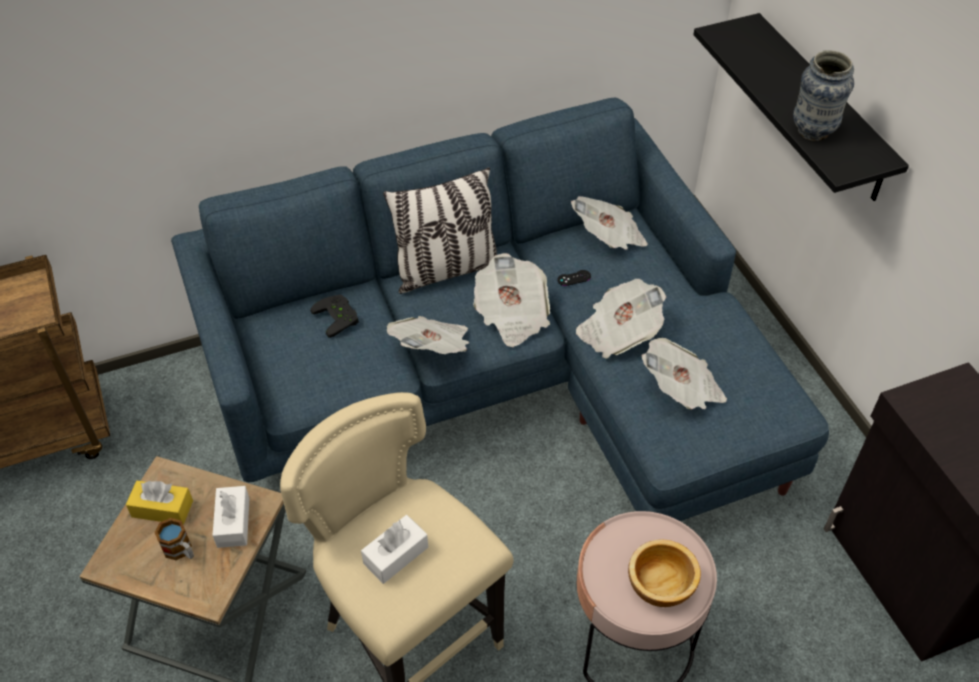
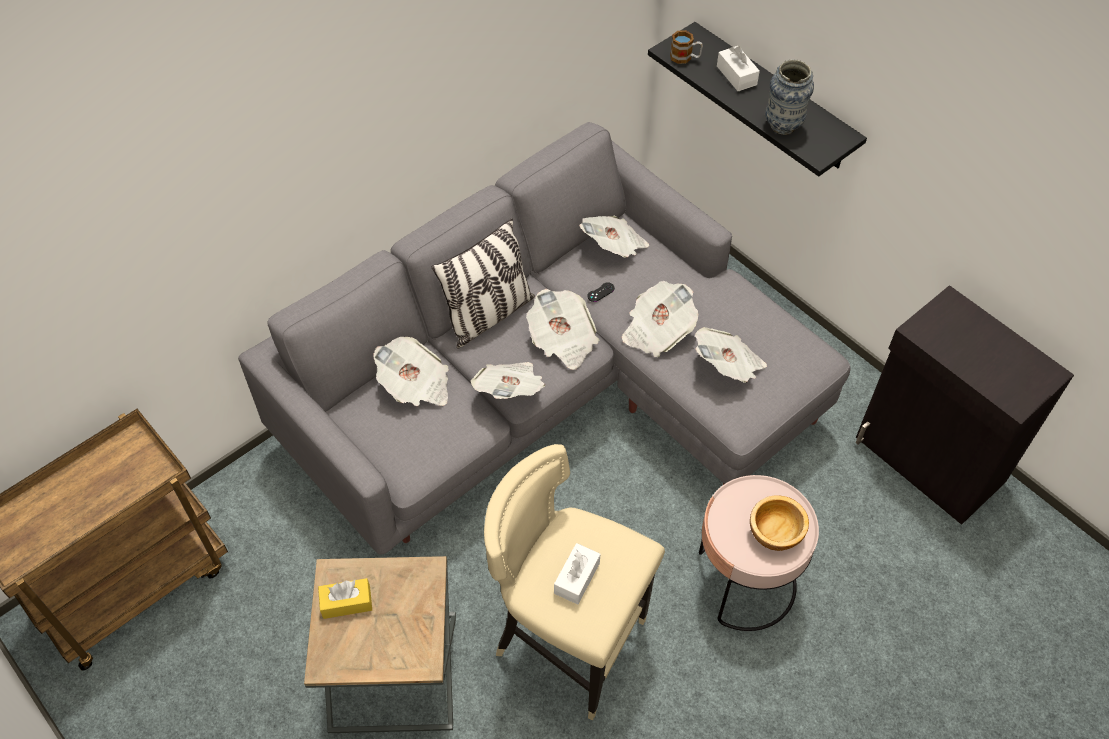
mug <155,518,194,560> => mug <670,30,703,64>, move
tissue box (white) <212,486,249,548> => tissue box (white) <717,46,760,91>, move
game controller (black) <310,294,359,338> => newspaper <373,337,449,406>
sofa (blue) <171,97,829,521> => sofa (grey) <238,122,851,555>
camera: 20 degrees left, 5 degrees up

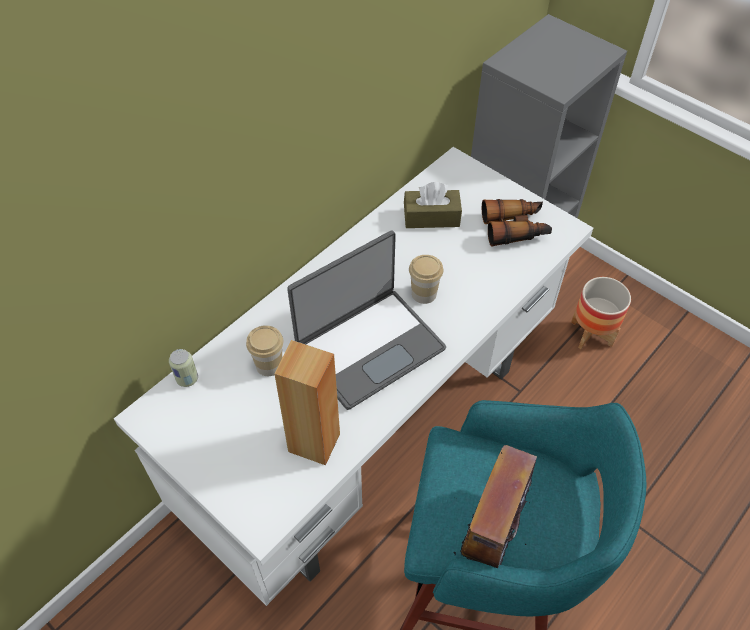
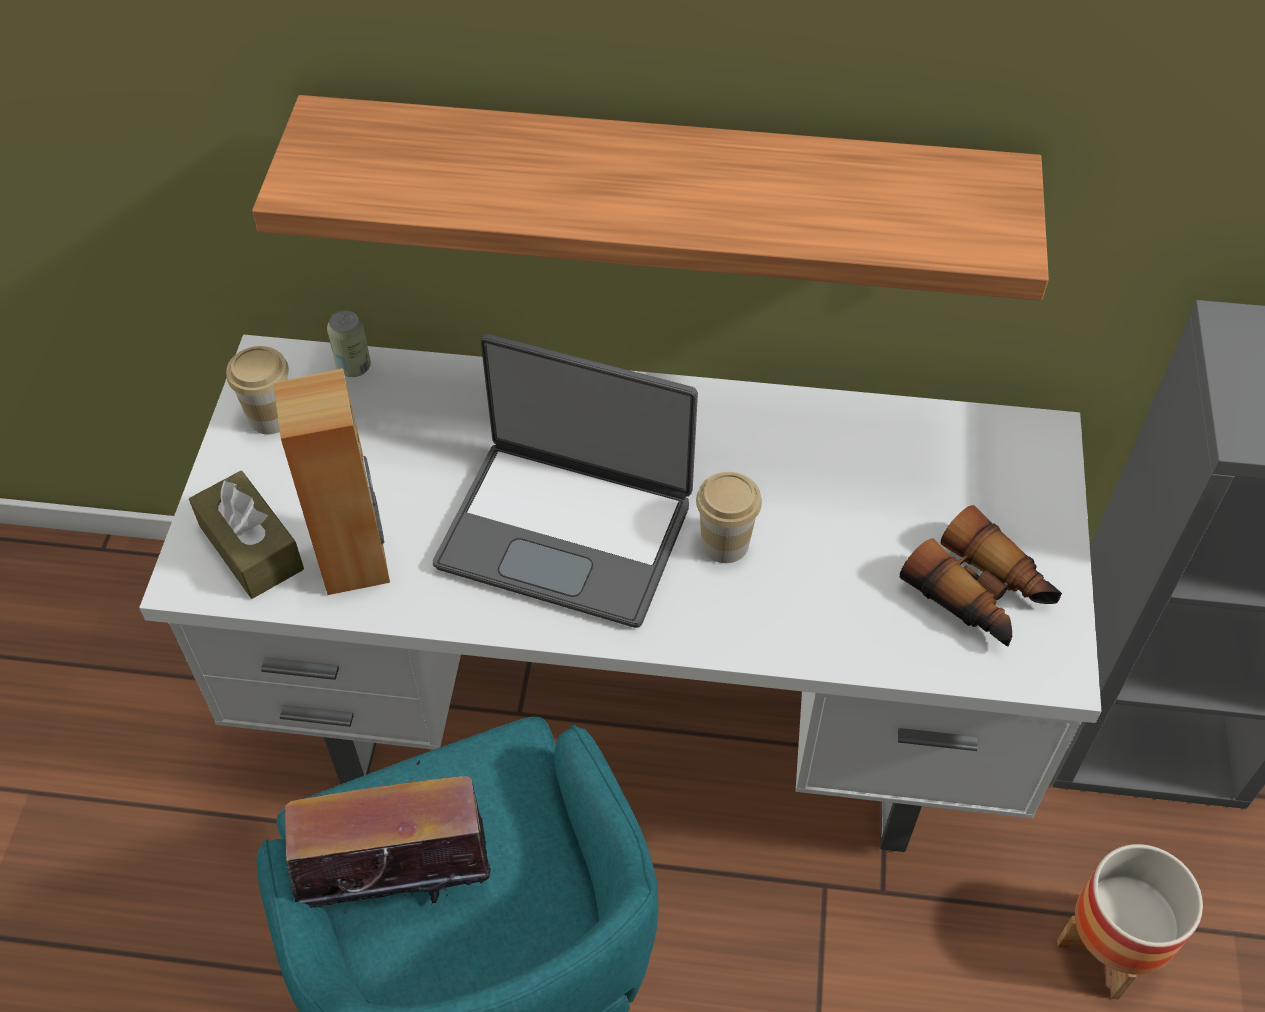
nothing => shelf <252,95,1049,301>
cup <246,325,283,376> => cup <226,346,289,434>, move
tissue box (brown) <404,182,462,228> => tissue box (brown) <189,471,304,599>, move
camera: 55 degrees right, 0 degrees up

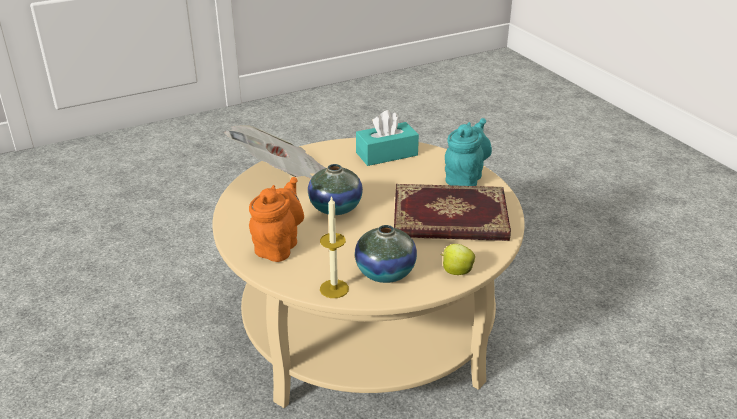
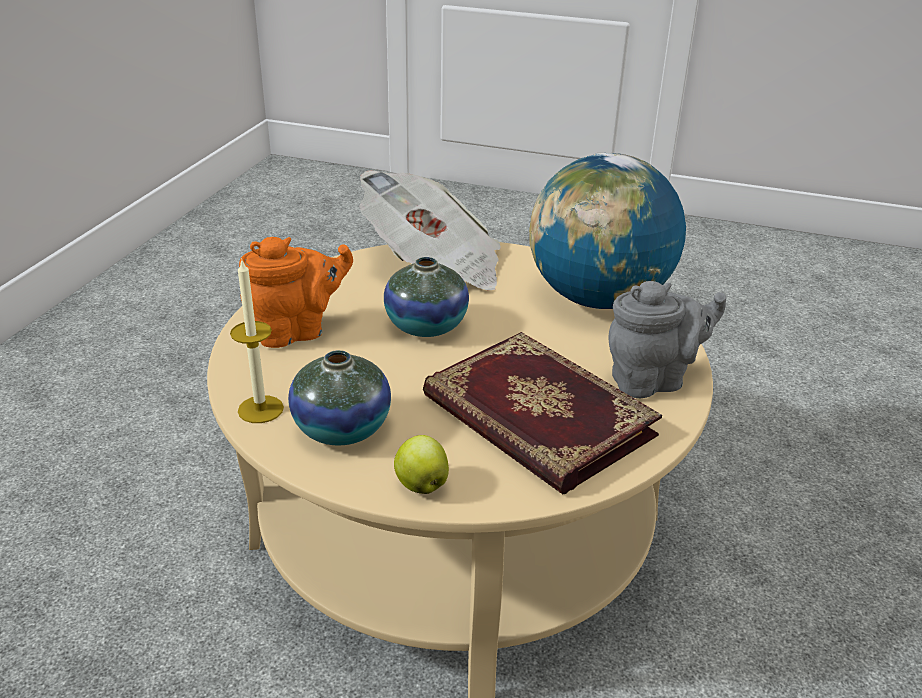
tissue box (turquoise) <356,110,419,166> => globe <529,153,686,309>
teapot (turquoise) <445,118,492,186> => teapot (grey) <608,281,726,398>
camera: 45 degrees right, 0 degrees up

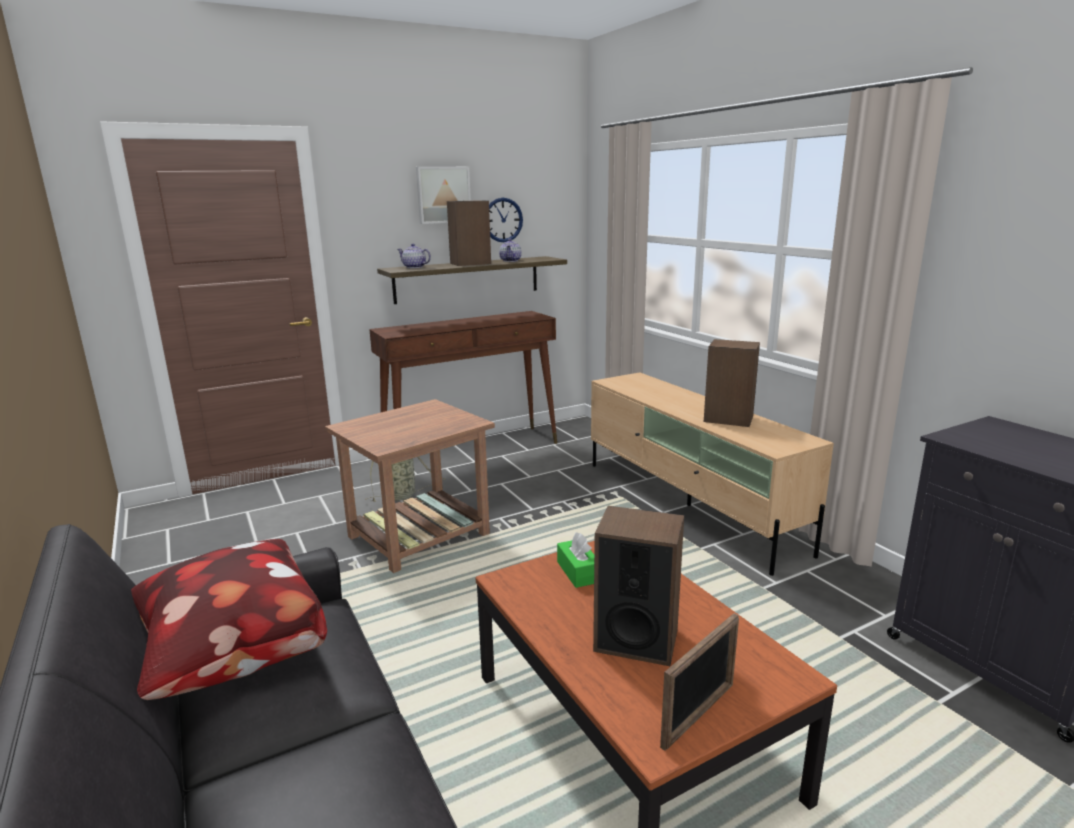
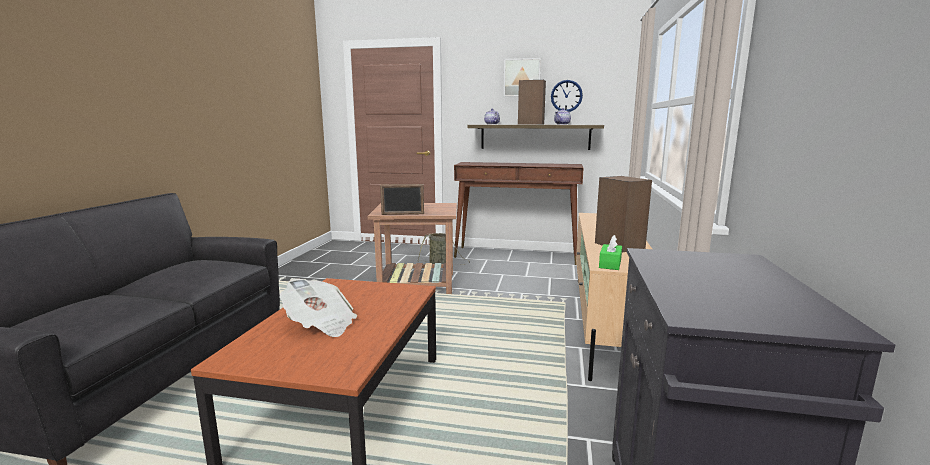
pillow <131,539,327,700> => nothing
tissue box (green) <557,532,594,588> => tissue box (green) <599,235,622,270>, move
picture frame <660,613,739,751> => picture frame <380,184,424,215>, move
speaker <593,506,684,666> => newspaper <279,279,357,337>
camera: 40 degrees right, 5 degrees down

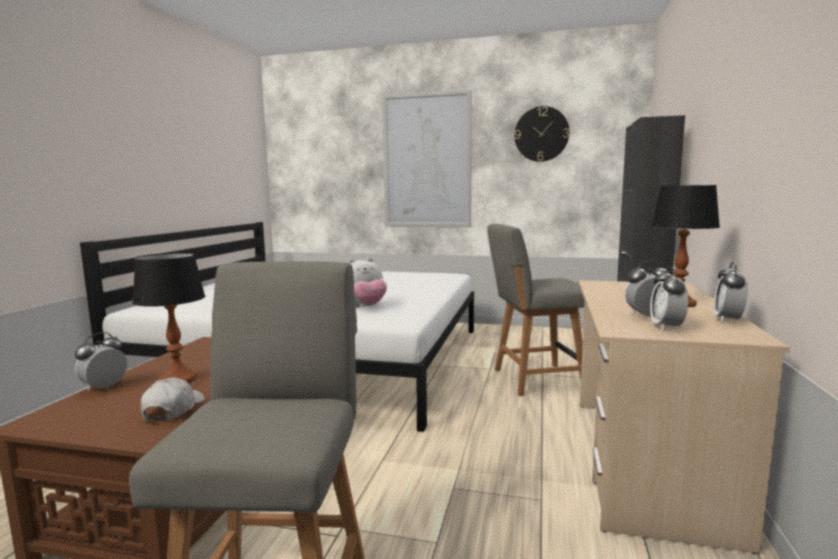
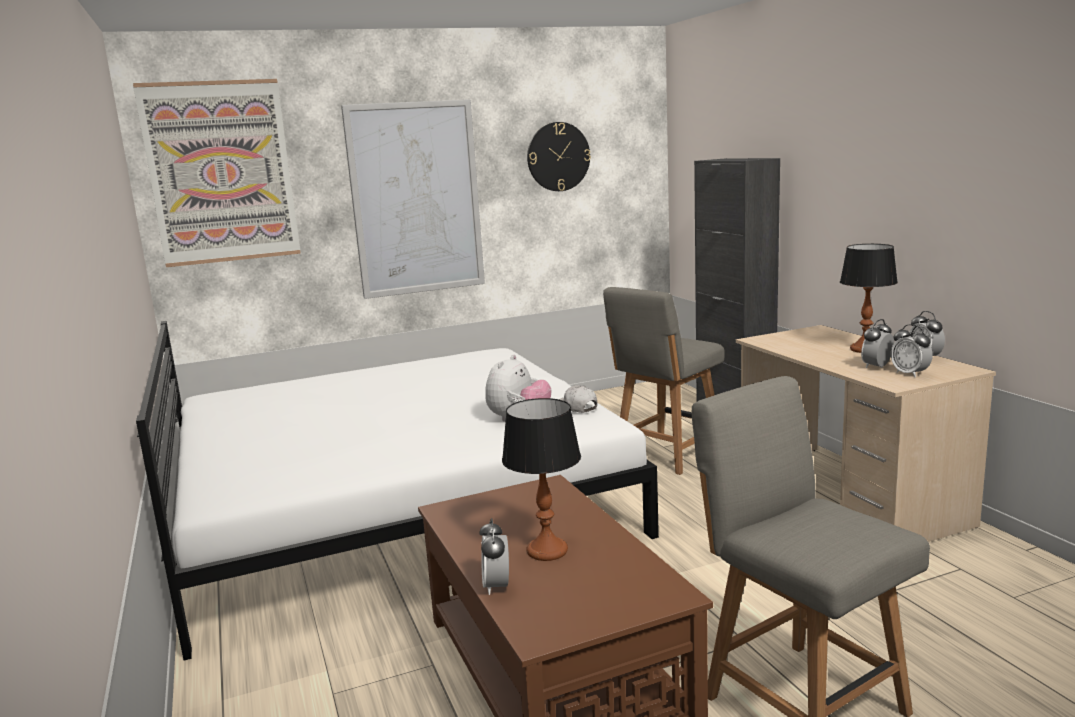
nothing => picture <133,79,301,267>
cap (white) <141,378,205,421> => cap (white) <559,385,597,413>, move
camera: 35 degrees left, 5 degrees up

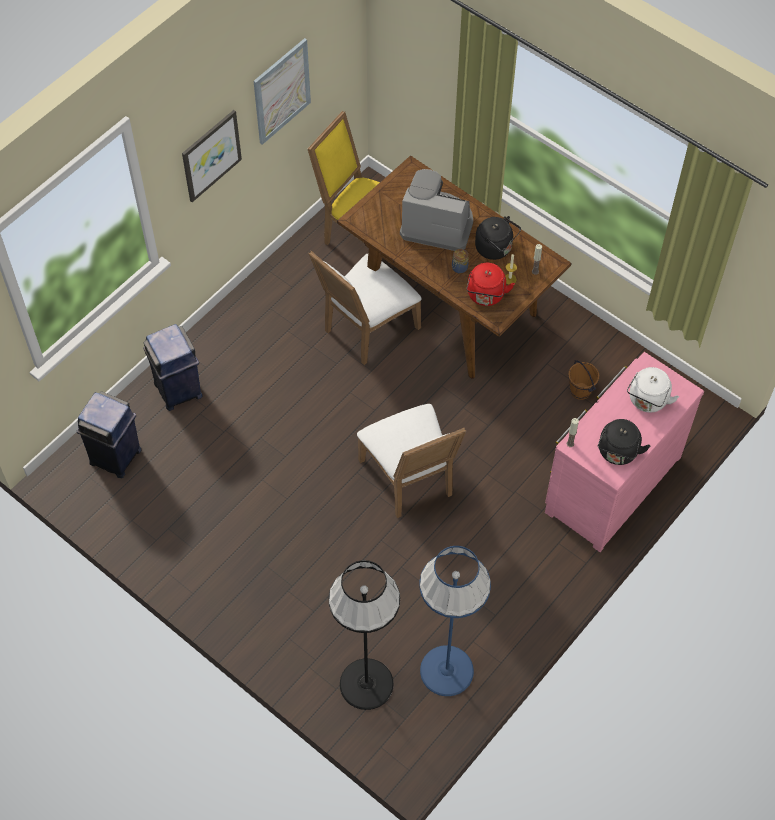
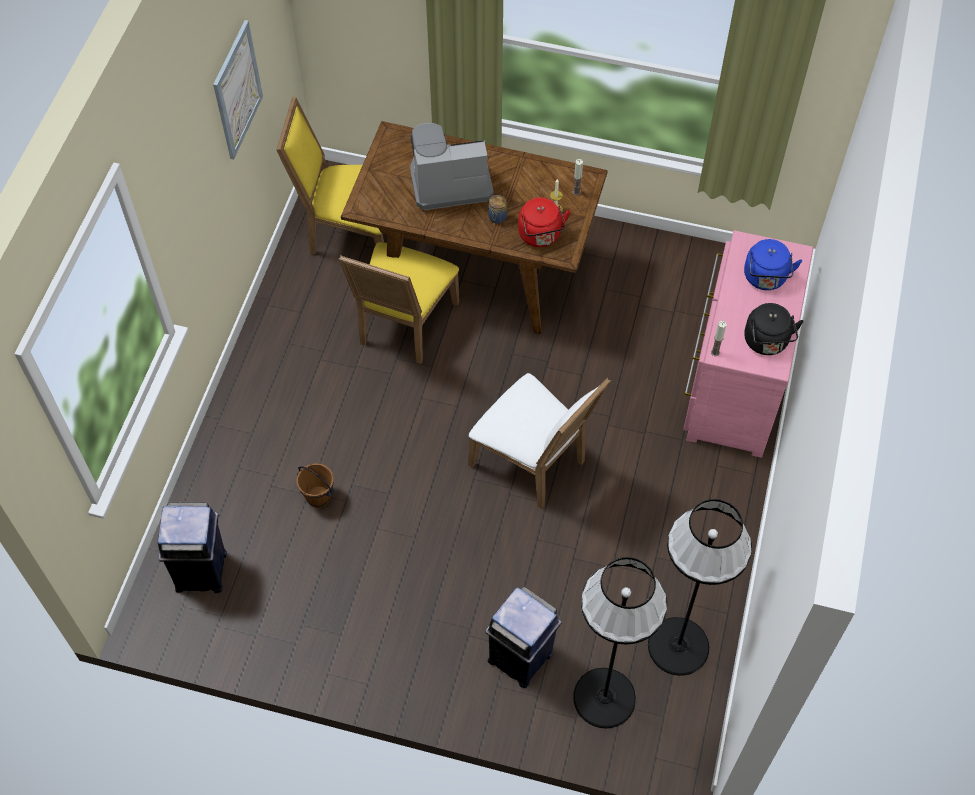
picture <182,110,242,202> => nothing
kettle (black) <475,216,521,260> => nothing
trash can (blue) <143,324,203,411> => trash can (blue) <485,587,561,688>, move
bucket (brown) <568,360,599,400> => bucket (brown) <296,463,335,507>, move
chair (white) <309,251,421,365> => chair (yellow) <339,242,459,364>
floor lamp (blue) <419,546,491,696> => floor lamp (black) <648,499,752,676>
kettle (white) <627,367,679,413> => kettle (blue) <744,239,802,290>
camera: 25 degrees left, 0 degrees up

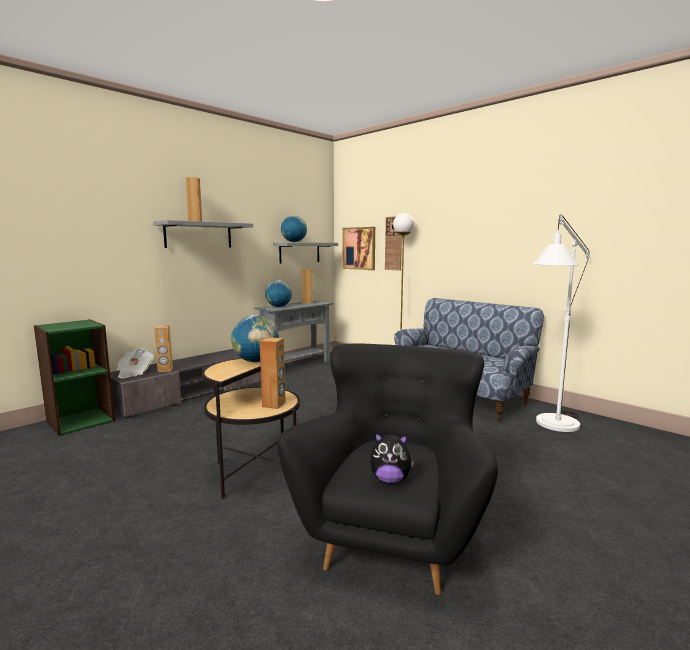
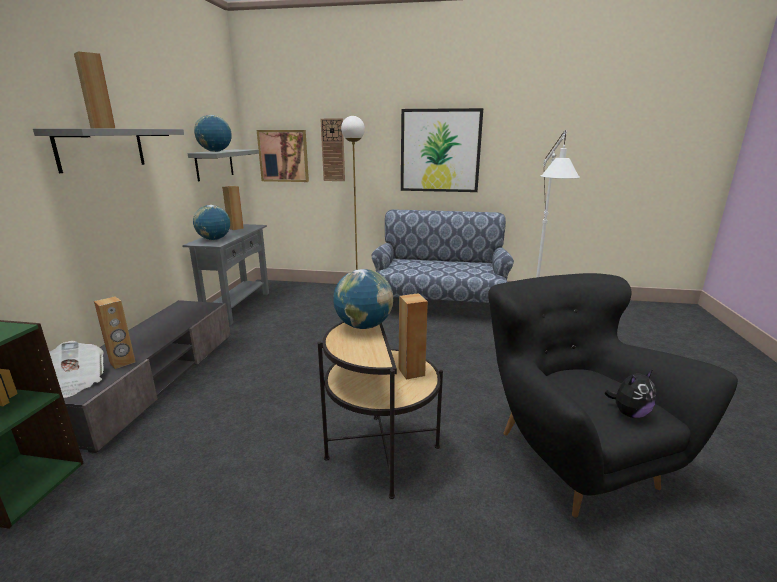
nothing => picture <401,108,483,192>
camera: 35 degrees left, 10 degrees up

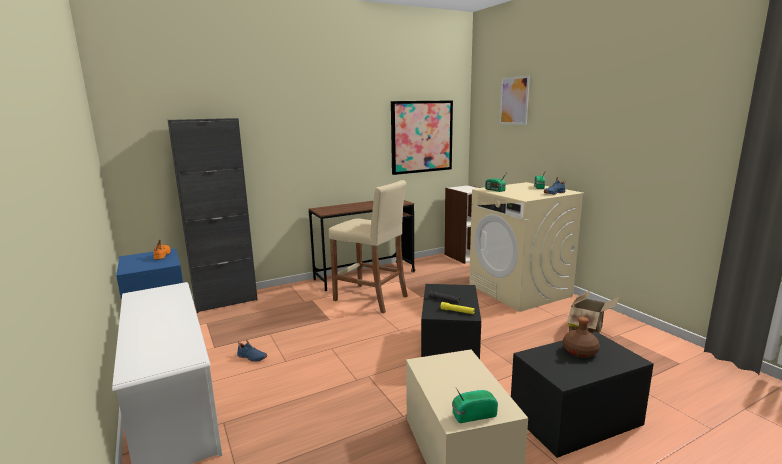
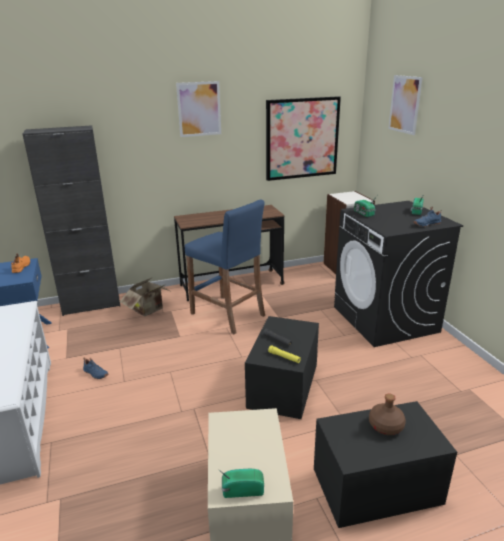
nothing => picture <176,81,221,137>
cardboard box <567,290,620,333> => cardboard box <120,278,172,316>, move
stool (beige) <329,180,408,313> => stool (blue) <185,200,265,335>
washing machine (beige) <469,182,585,312> => washing machine (black) <334,201,463,347>
camera: 10 degrees right, 10 degrees up

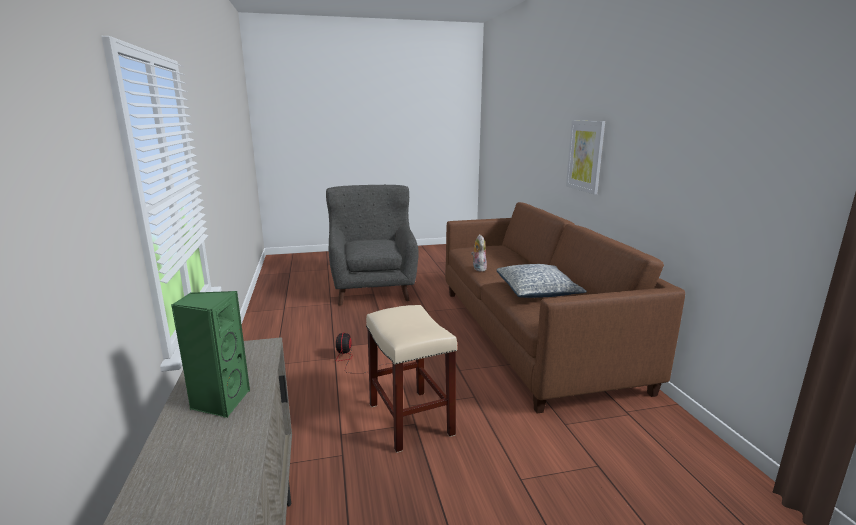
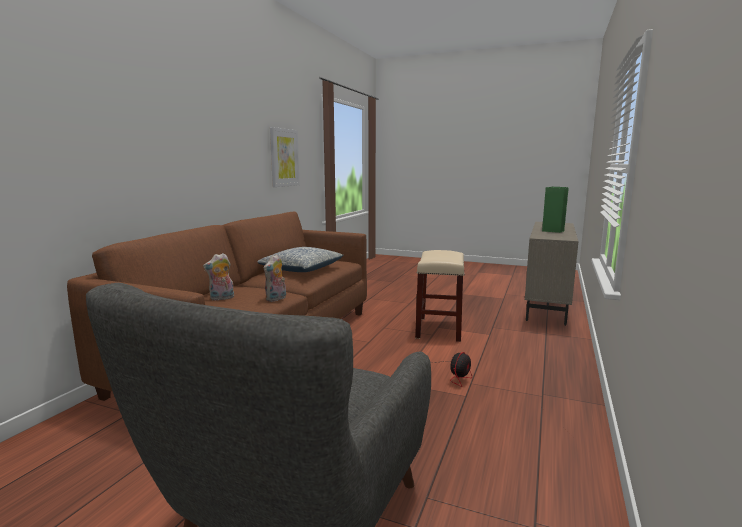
nothing => plush toy <203,253,234,301>
picture <566,121,605,195> => picture <270,127,300,187>, move
camera: 145 degrees left, 5 degrees down

